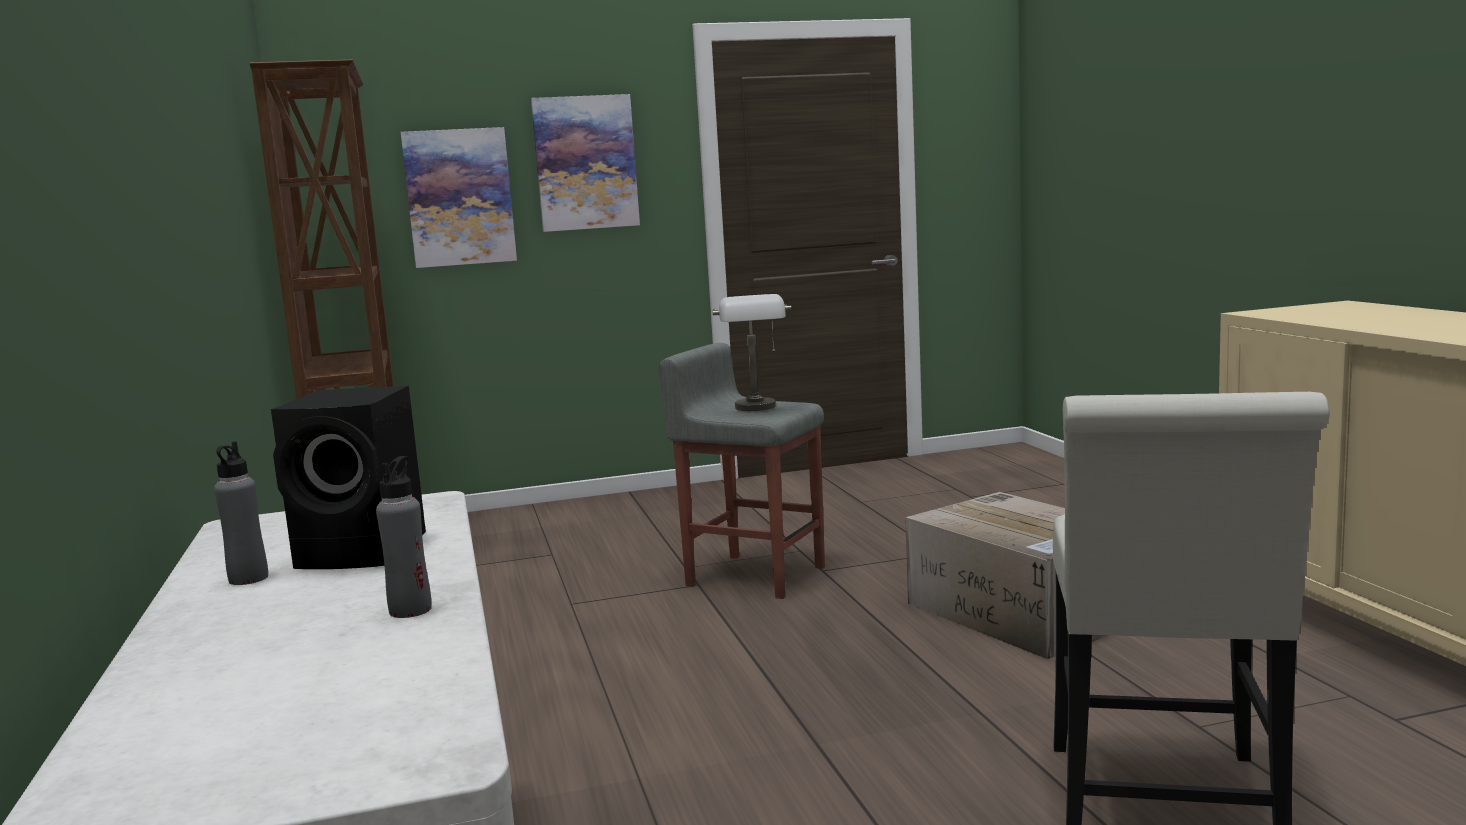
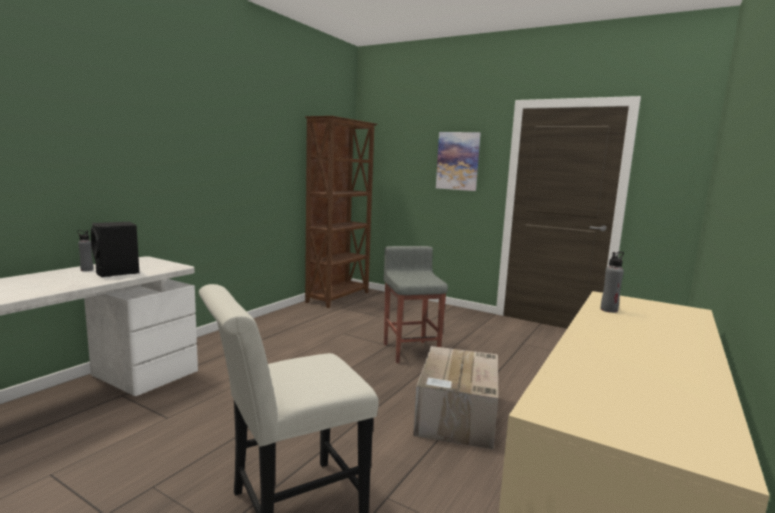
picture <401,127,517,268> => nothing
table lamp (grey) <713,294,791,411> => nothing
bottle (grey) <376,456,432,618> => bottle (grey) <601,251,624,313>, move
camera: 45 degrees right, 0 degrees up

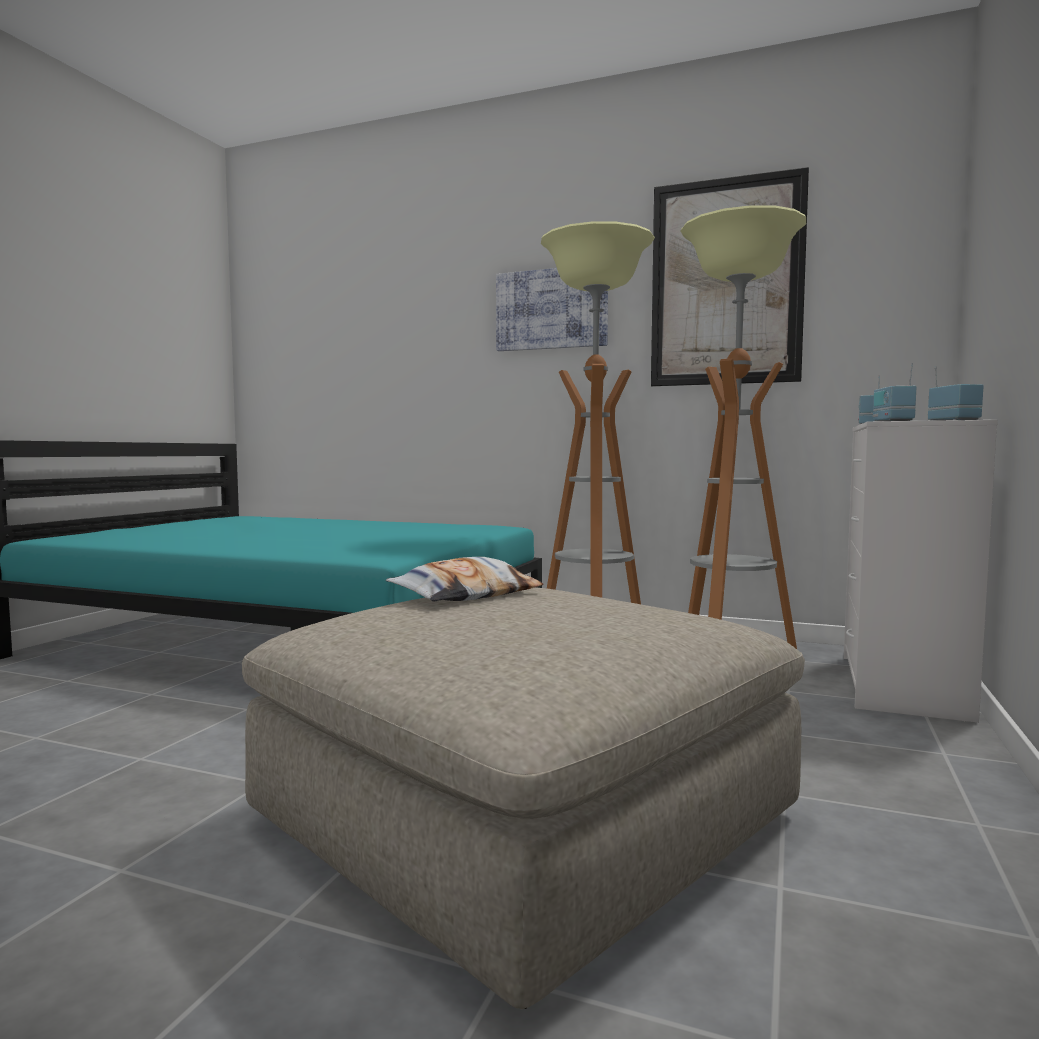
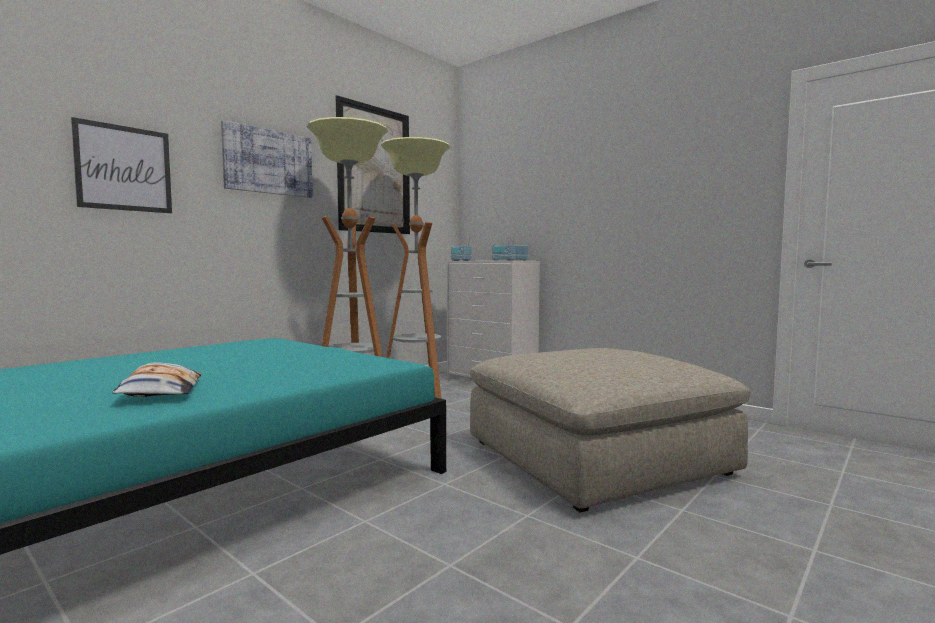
nothing => picture <71,117,172,213>
pillow <386,557,544,602> => pillow <112,362,201,397>, move
camera: 70 degrees left, 0 degrees up

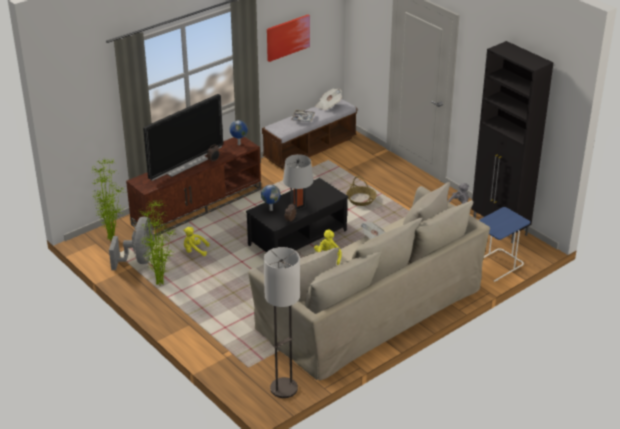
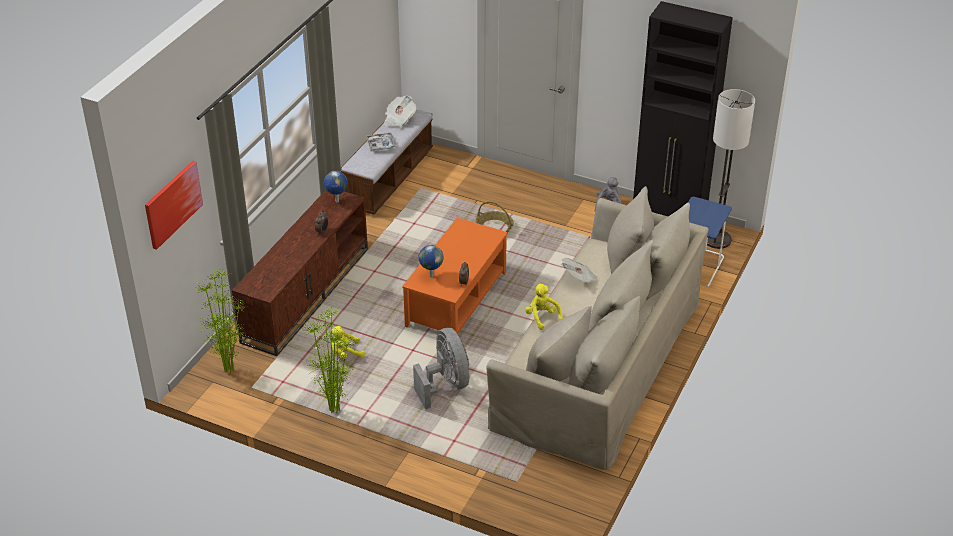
television <143,94,223,181> => nothing
table lamp (grey) <283,154,313,210> => nothing
fan (grey) <109,217,154,270> => fan (grey) <413,328,469,409>, move
floor lamp <264,247,300,398> => floor lamp <707,89,755,249>, move
picture <267,14,310,62> => picture <145,161,203,250>, move
coffee table (black) <246,178,348,252> => coffee table (orange) <402,218,508,335>
camera: 25 degrees left, 5 degrees up

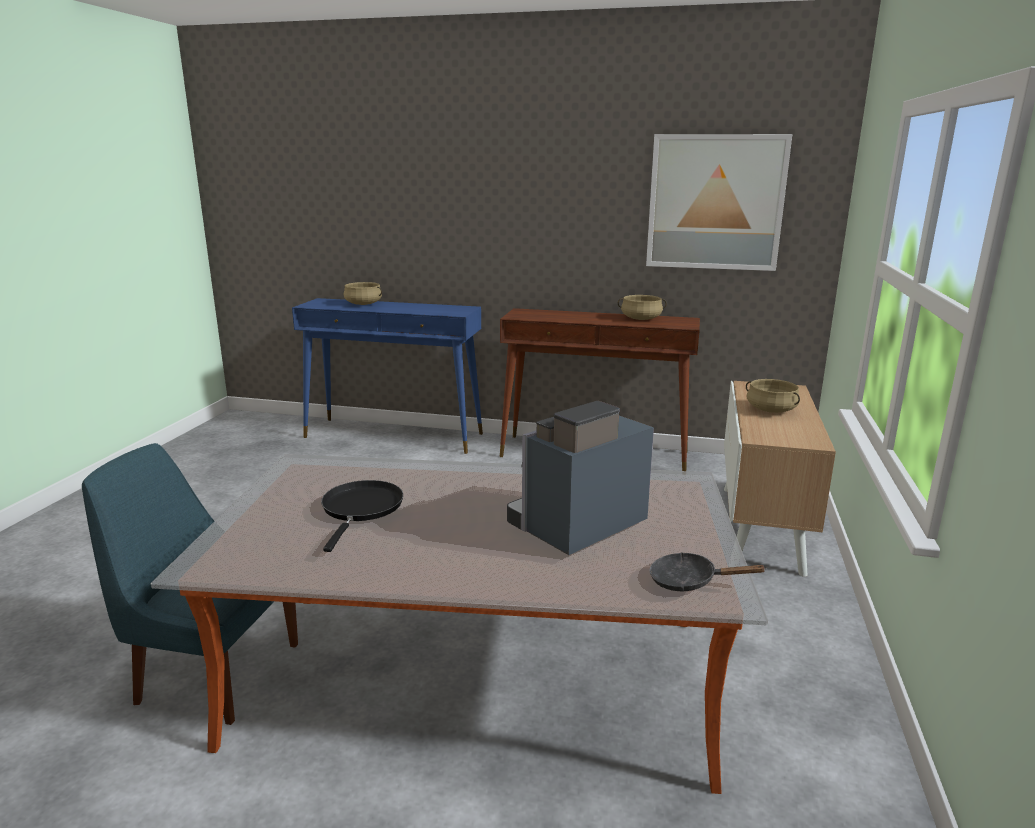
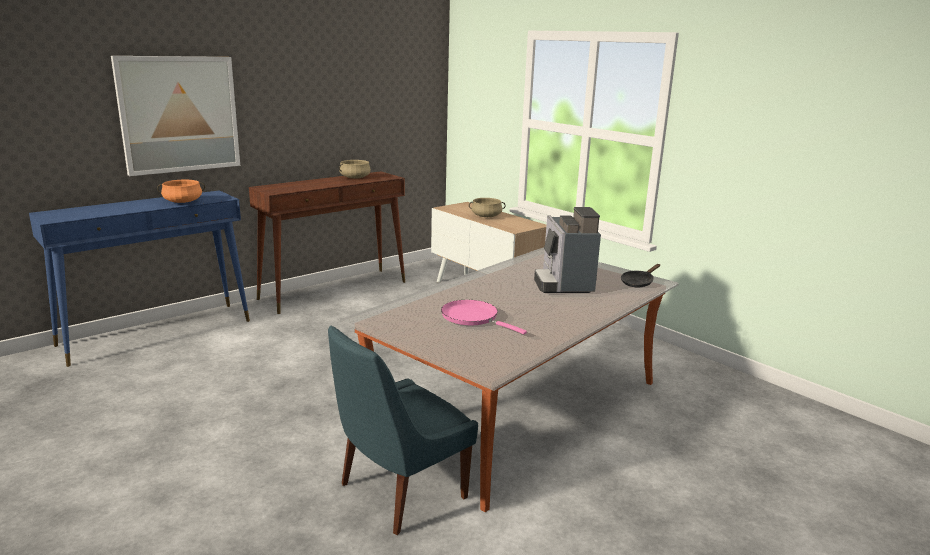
cooking pot (beige) <344,282,382,305> => nothing
nothing => cooking pot (orange) <157,180,205,203>
picture <646,134,792,271> => picture <111,56,240,176>, move
frying pan (black) <321,480,403,552> => frying pan (pink) <441,300,527,334>
camera: 55 degrees left, 0 degrees up

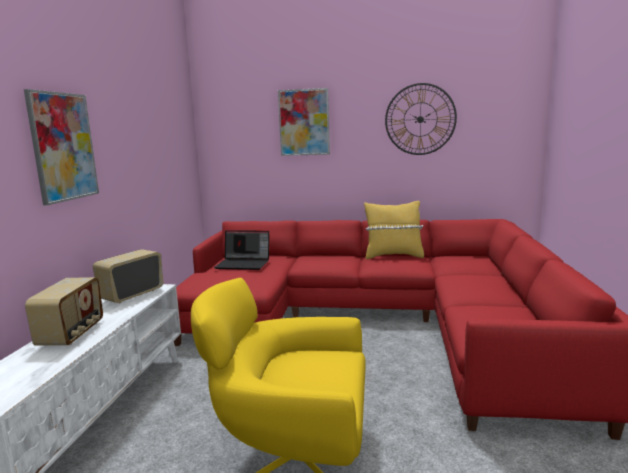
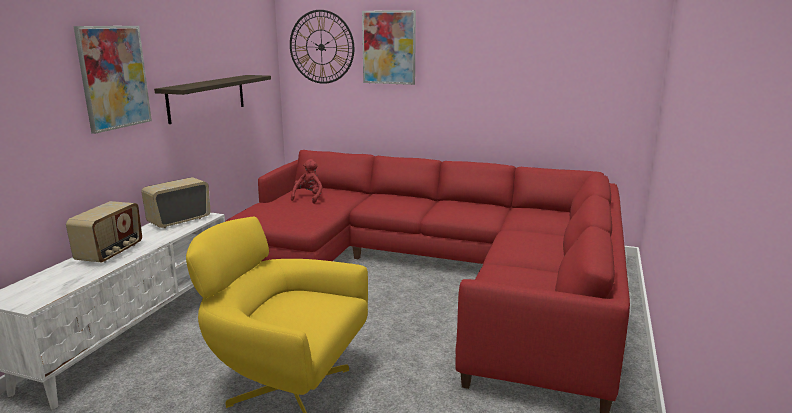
pillow (yellow) <364,201,424,259> => nothing
nothing => shelf <154,75,271,124>
wall clock <385,83,457,155> => wall clock <290,10,354,84>, move
laptop <214,230,269,270> => plush toy (red) <291,159,323,204>
camera: 10 degrees right, 5 degrees up

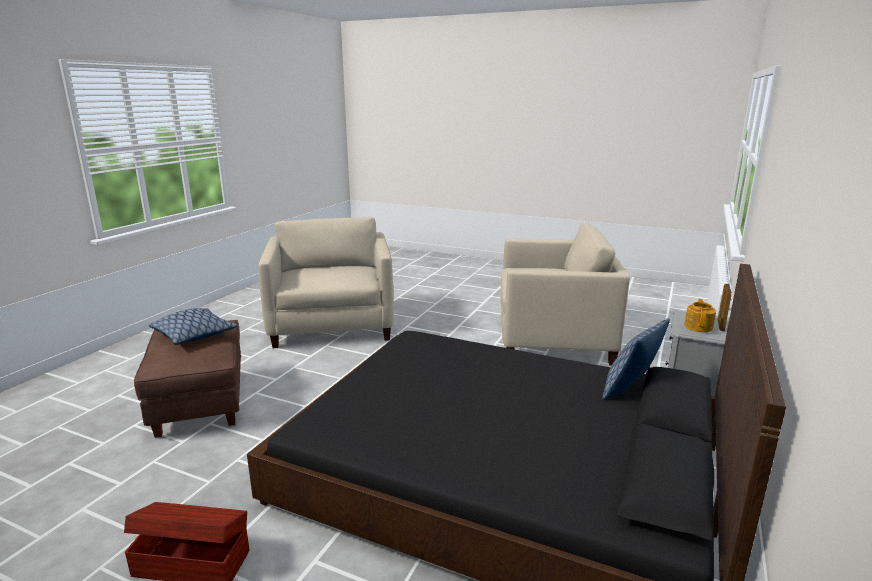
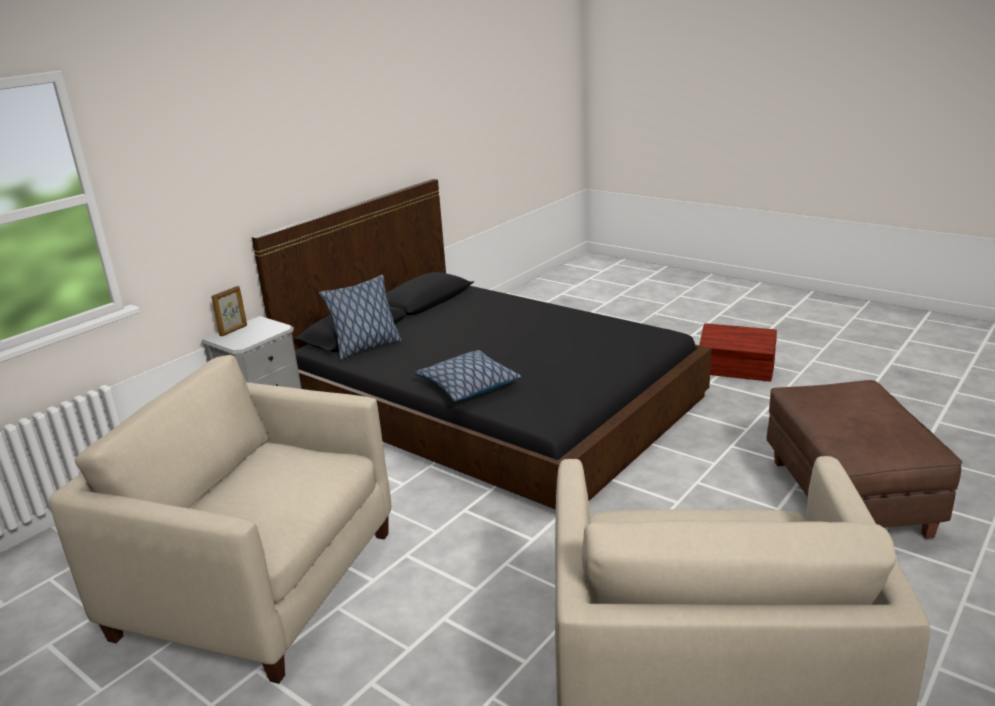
teapot <684,299,716,332> => nothing
pillow <149,308,238,345> => pillow <415,350,521,402>, move
camera: 165 degrees left, 5 degrees up

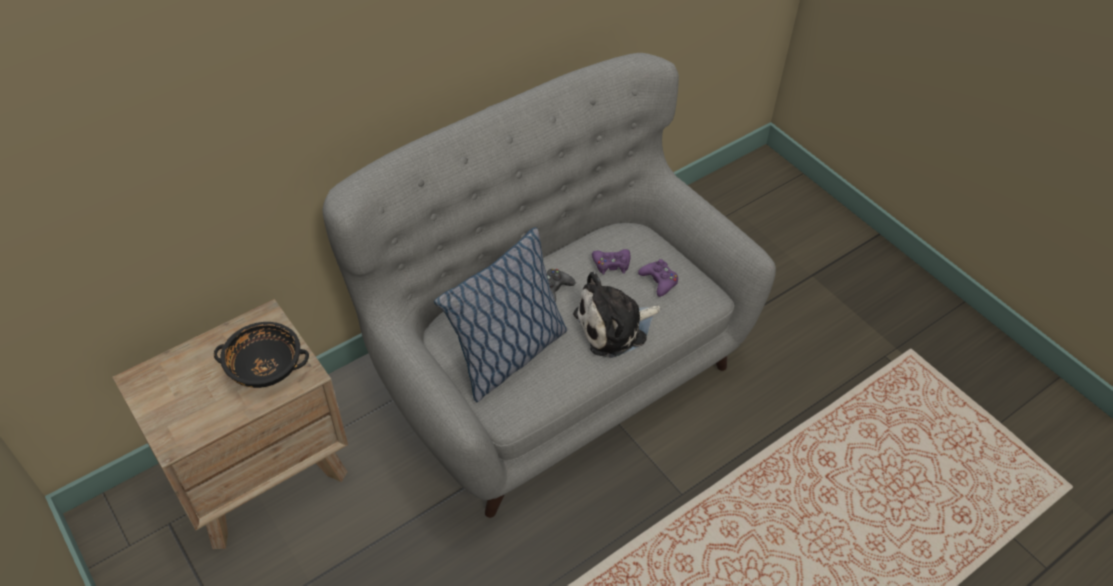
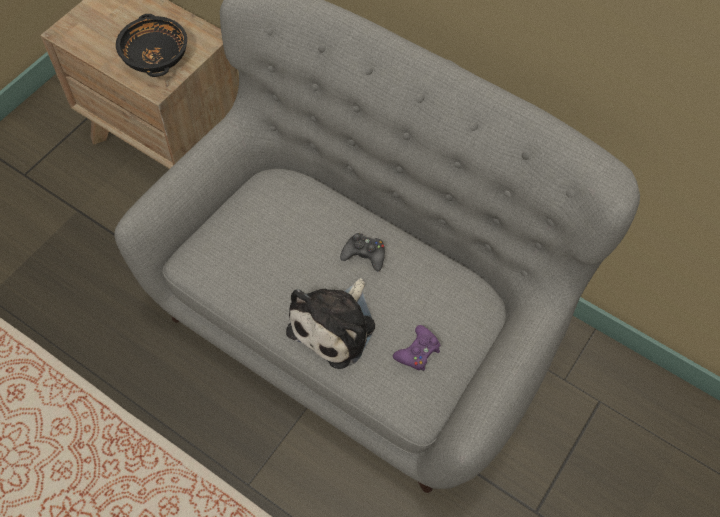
pillow <434,227,567,402> => nothing
game controller (purple) <592,249,630,275> => nothing
plush toy <573,271,660,358> => plush toy <286,278,375,369>, 105 degrees counterclockwise
camera: 70 degrees right, 10 degrees up

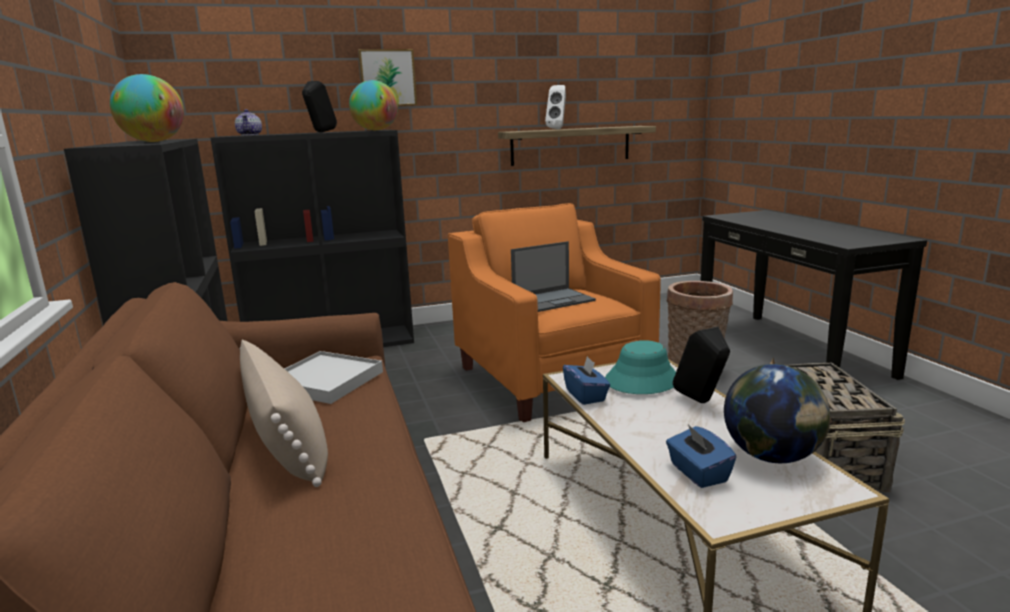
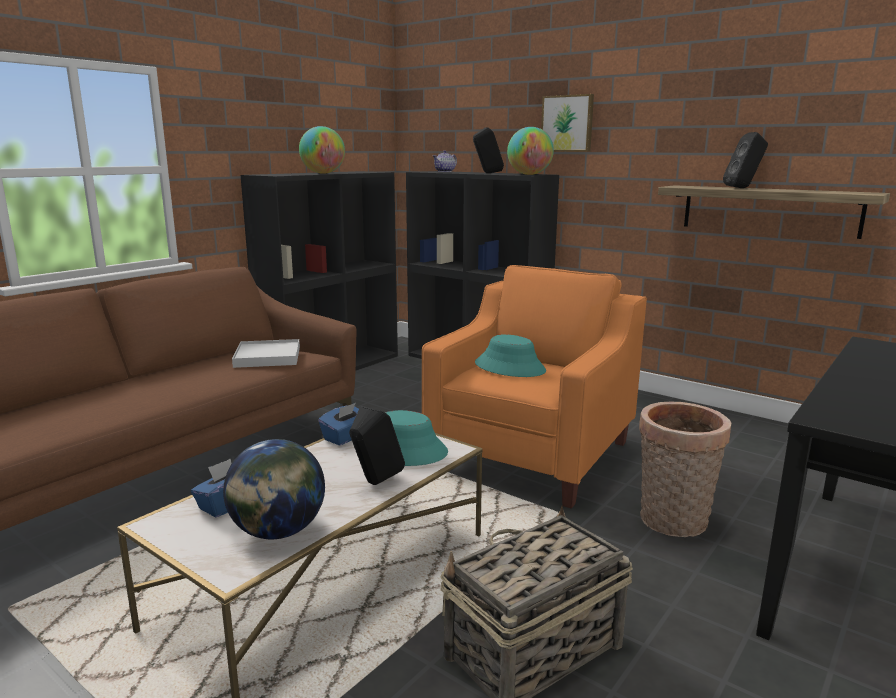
pillow (beige) <240,340,328,487> => nothing
laptop <511,241,596,312> => hat (turquoise) <475,334,546,377>
speaker (white) <545,85,566,129> => speaker (black) <723,132,768,188>
camera: 55 degrees right, 0 degrees up

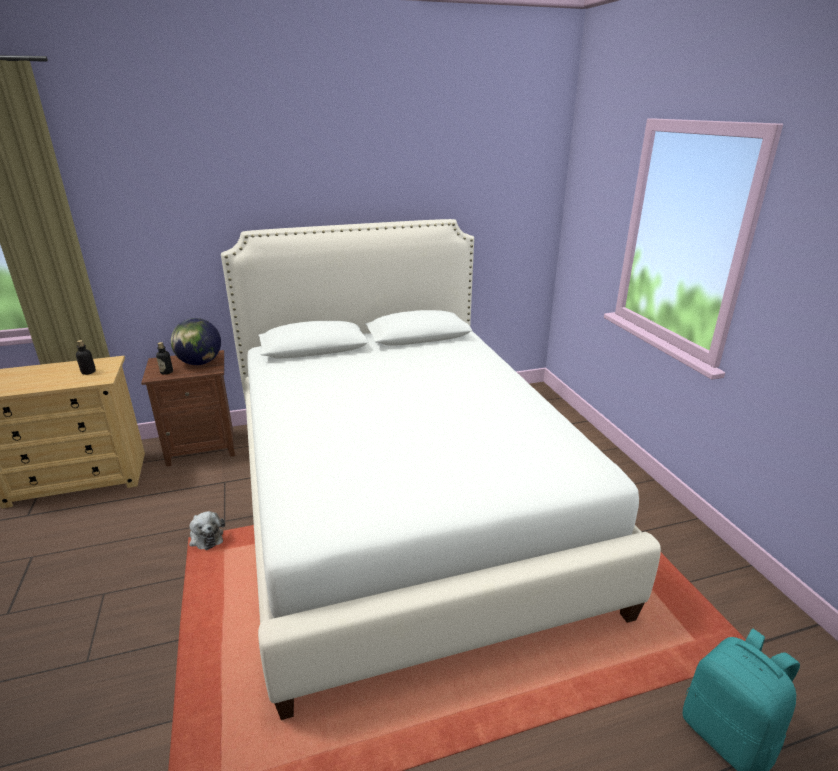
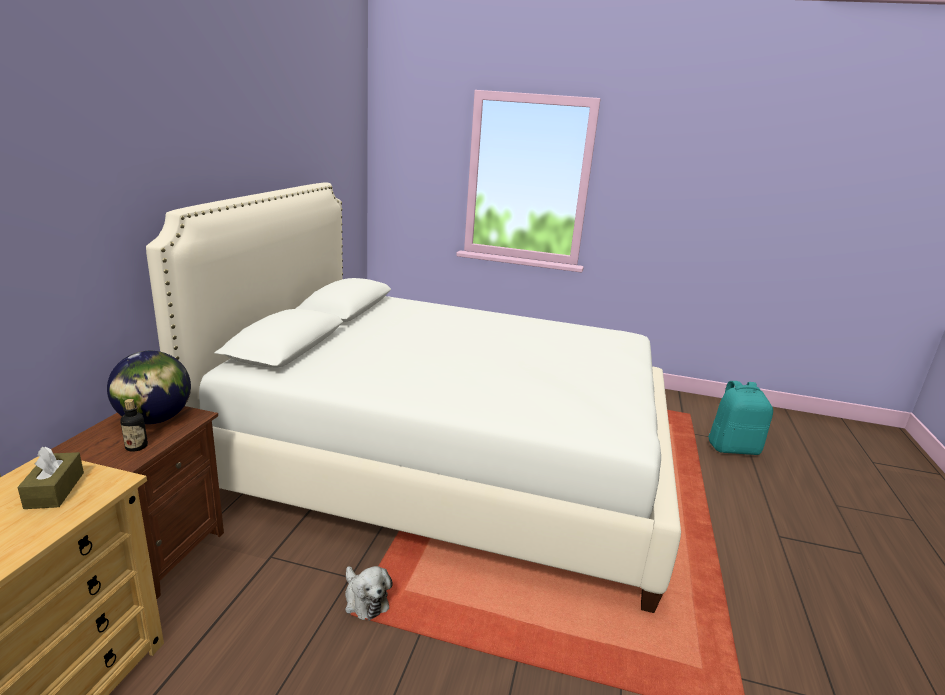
bottle <76,340,96,375> => tissue box (brown) <17,446,84,509>
plush toy <189,511,225,550> => plush toy <345,566,393,621>, 60 degrees clockwise
camera: 60 degrees left, 5 degrees down

